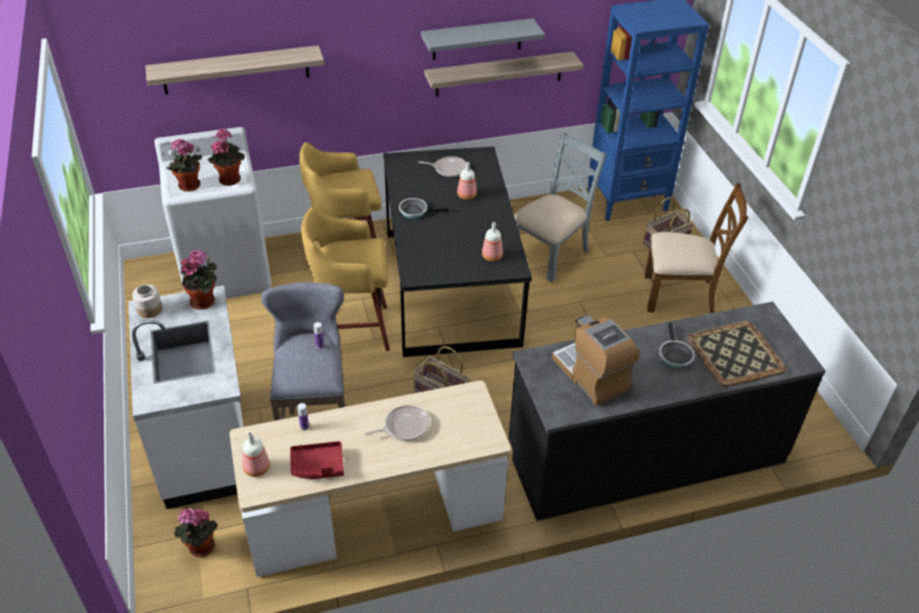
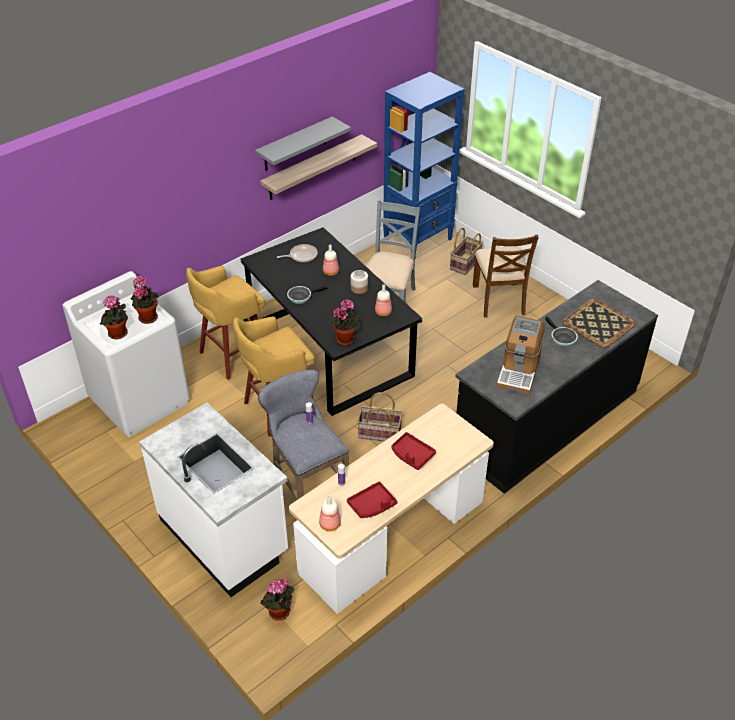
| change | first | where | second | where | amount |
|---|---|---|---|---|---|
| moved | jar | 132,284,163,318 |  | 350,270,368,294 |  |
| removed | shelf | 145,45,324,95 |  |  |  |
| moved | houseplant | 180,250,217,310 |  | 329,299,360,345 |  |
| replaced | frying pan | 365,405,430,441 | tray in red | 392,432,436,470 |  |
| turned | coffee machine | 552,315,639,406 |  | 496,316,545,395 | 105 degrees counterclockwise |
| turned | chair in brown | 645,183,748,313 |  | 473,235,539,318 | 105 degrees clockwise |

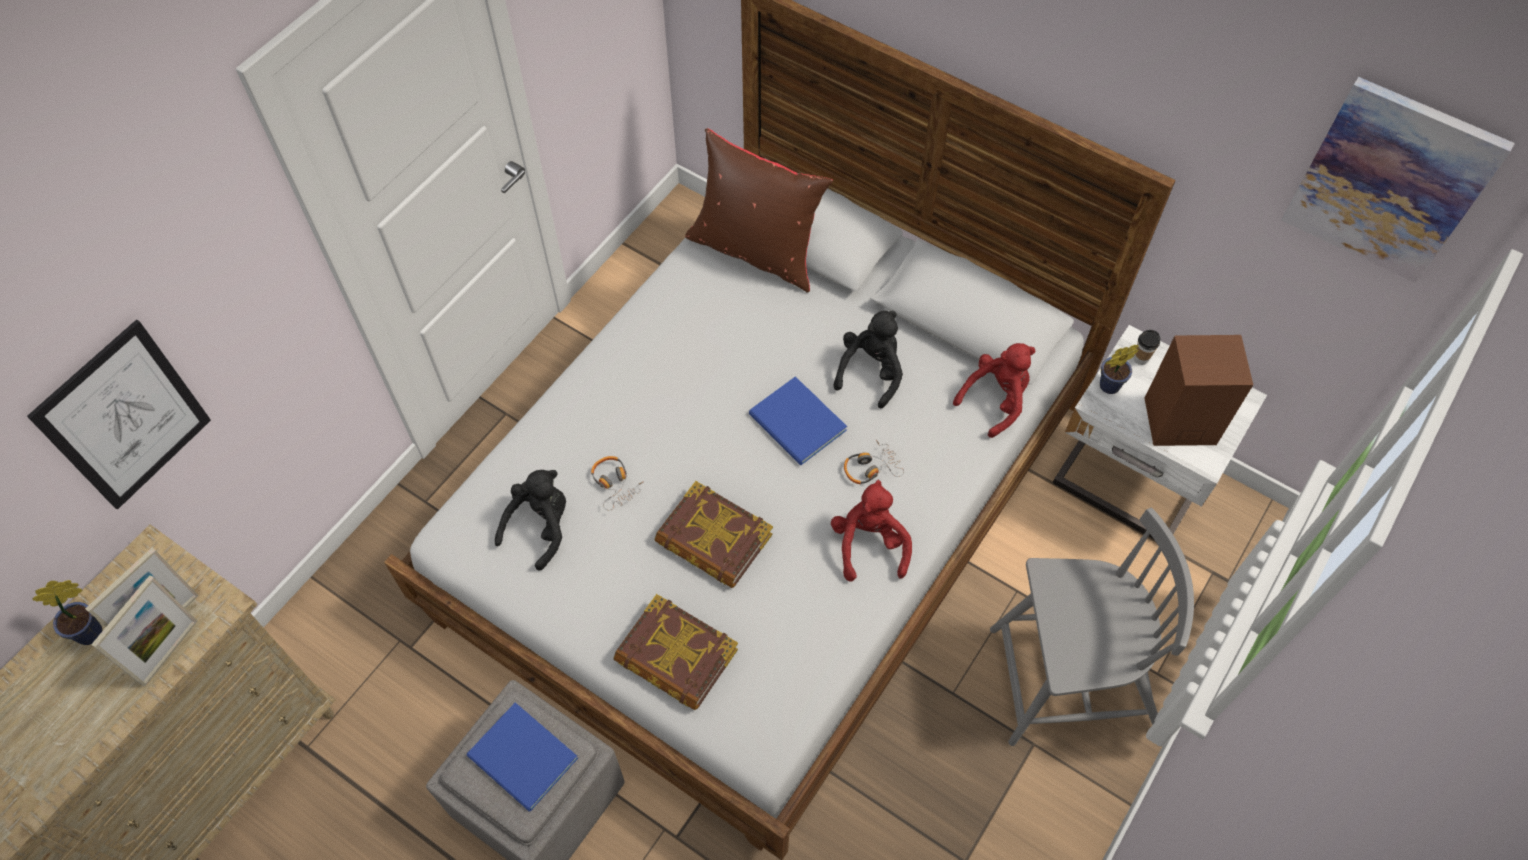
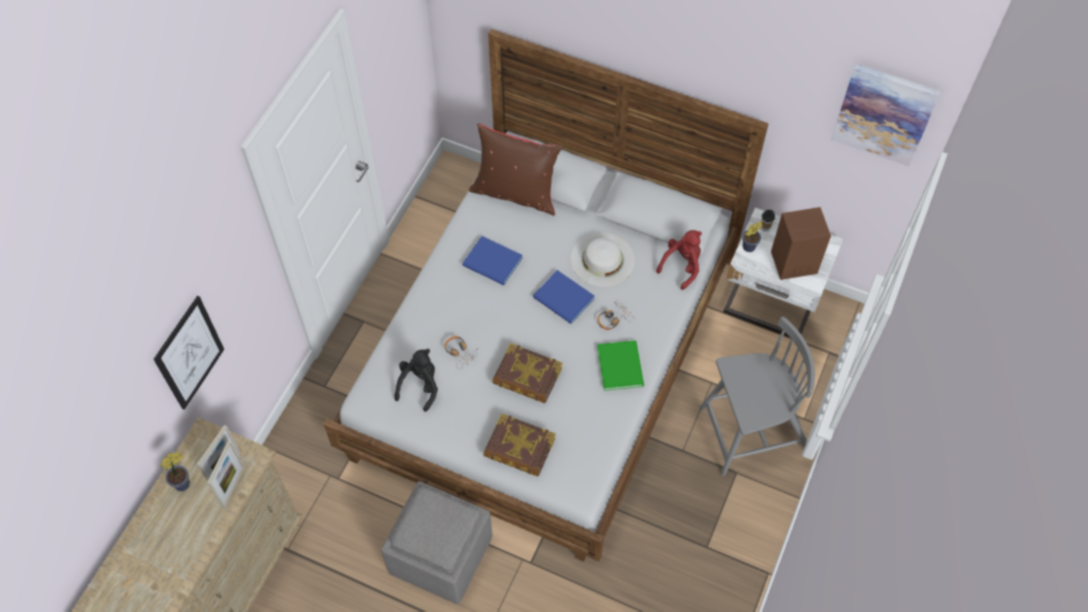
| change | first | where | second | where | amount |
|---|---|---|---|---|---|
| moved | volume in blue | 467,702,578,812 |  | 462,236,523,285 |  |
| replaced | cuddly toy in red | 831,480,912,582 | volume in green-coloured | 597,340,644,391 |  |
| replaced | cuddly toy in black | 834,311,903,409 | wearable hat in white | 571,233,635,287 |  |

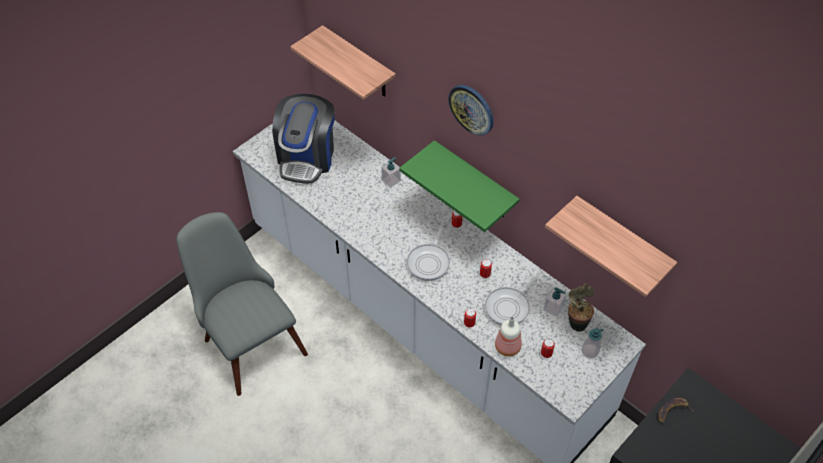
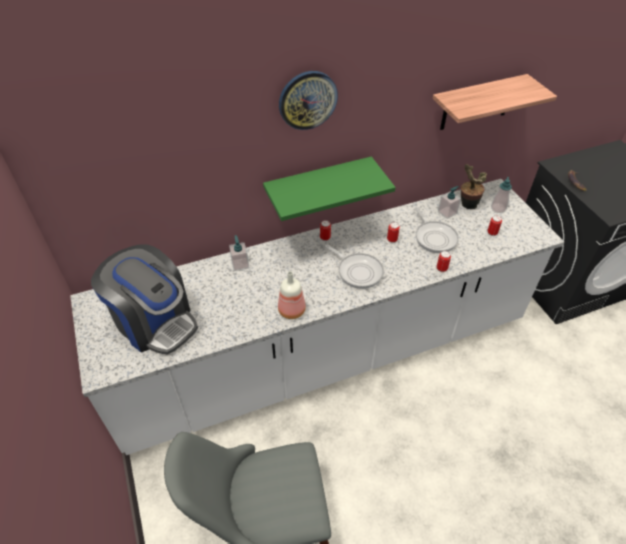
| change | first | where | second | where | amount |
|---|---|---|---|---|---|
| removed | shelf | 290,25,396,100 |  |  |  |
| moved | bottle | 495,316,522,357 |  | 278,271,306,319 |  |

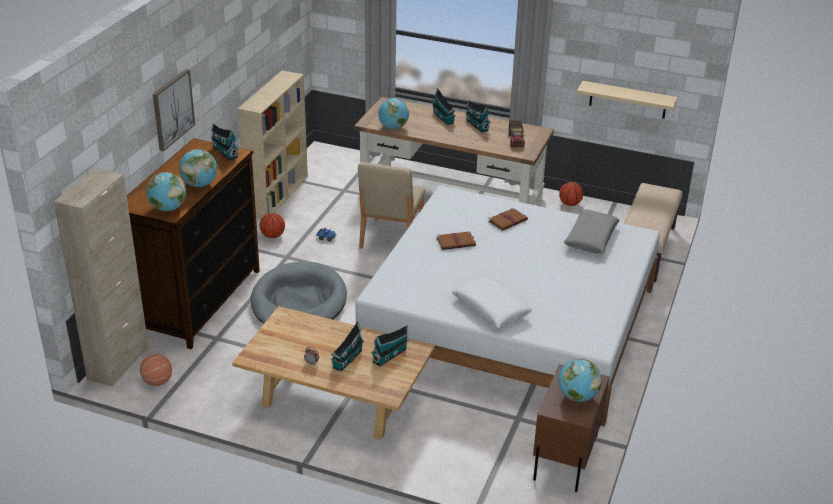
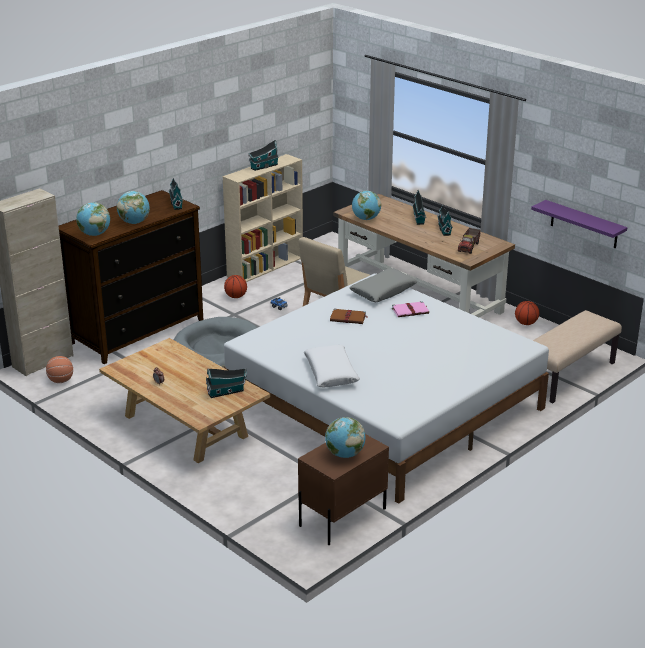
| change | first | where | second | where | amount |
|---|---|---|---|---|---|
| removed | wall art | 153,69,195,151 |  |  |  |
| moved | miniature house | 331,321,364,372 |  | 248,140,279,171 |  |
| recoloured | volume in brown | 488,208,528,231 | volume in pink | 392,301,429,317 |  |
| moved | cushion in greyish | 564,209,620,254 |  | 349,268,417,302 |  |
| recoloured | shelf in beige-coloured | 577,81,678,119 | shelf in purplish | 531,200,628,249 |  |

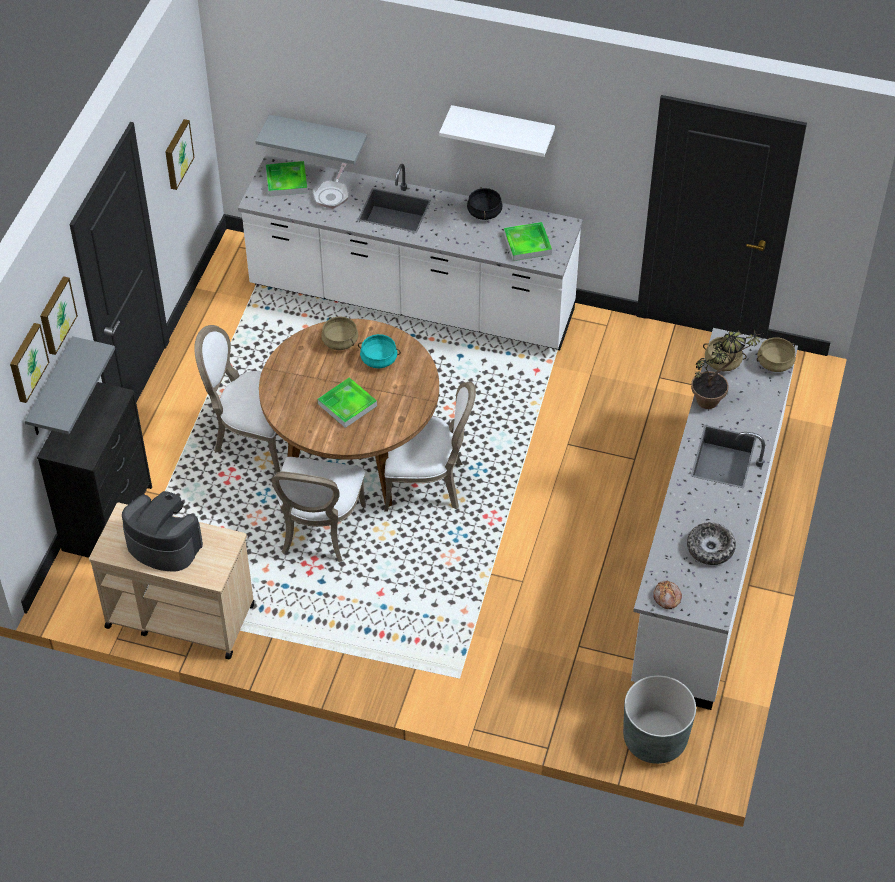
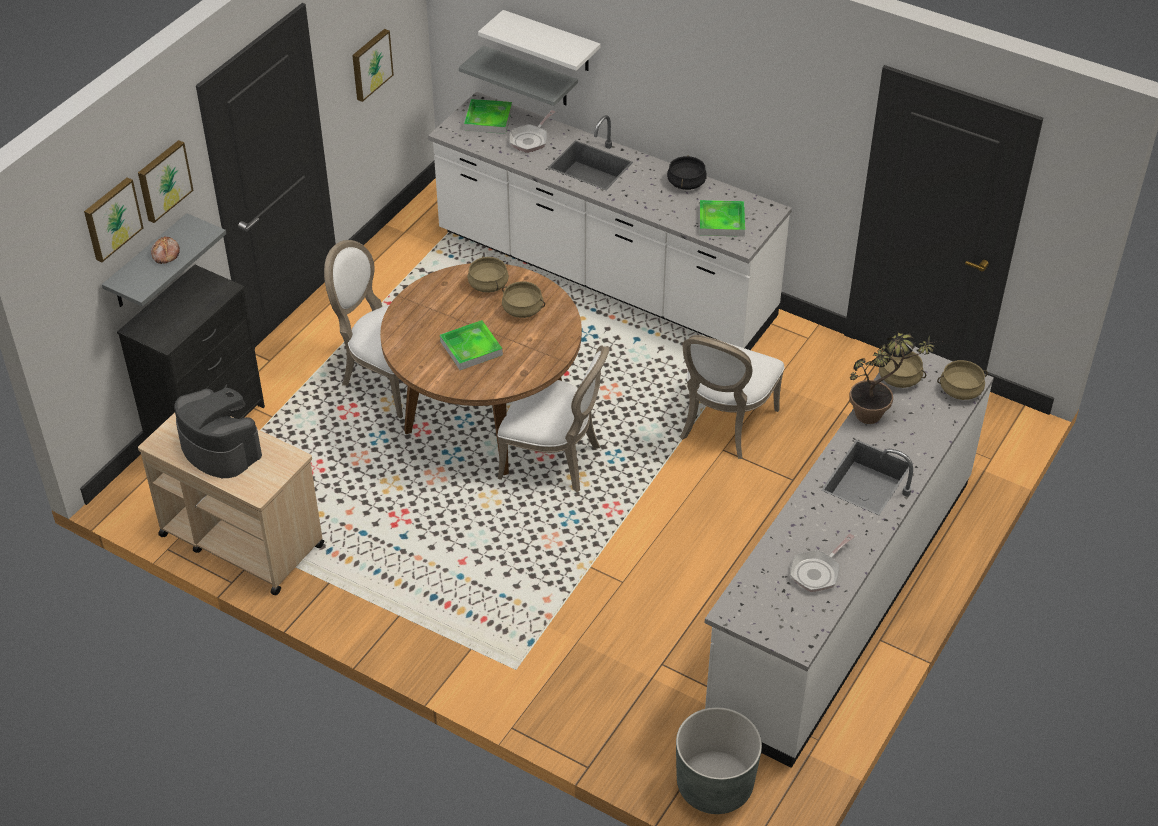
| change | first | where | second | where | amount |
|---|---|---|---|---|---|
| moved | chair in white | 271,457,366,562 |  | 680,335,785,459 |  |
| recoloured | saucepot in turquoise | 358,334,401,368 | saucepot in beige-coloured | 502,281,545,318 |  |
| moved | shelf in white | 439,105,555,157 |  | 478,10,601,71 |  |
| moved | bakery bread | 653,581,682,609 |  | 151,236,180,264 |  |
| replaced | bowl | 687,522,736,565 | frying pan | 790,534,854,592 |  |

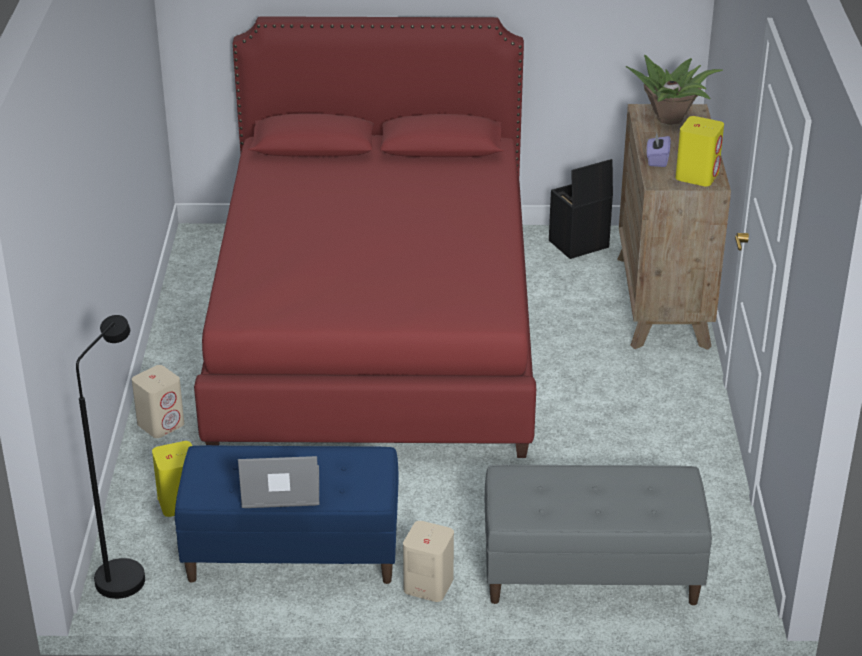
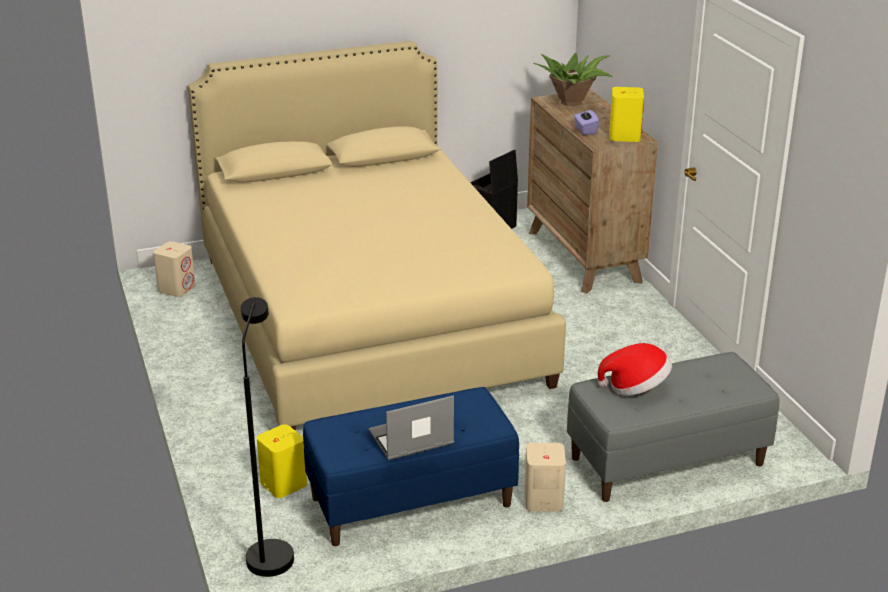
| change | first | where | second | where | amount |
|---|---|---|---|---|---|
| moved | audio speaker in beige-coloured | 132,365,184,438 |  | 153,241,196,297 |  |
| recoloured | bedroom bed in red | 194,16,536,458 | bedroom bed in beige-coloured | 188,41,566,431 |  |
| added |  |  | wearable hat | 598,343,672,396 |  |

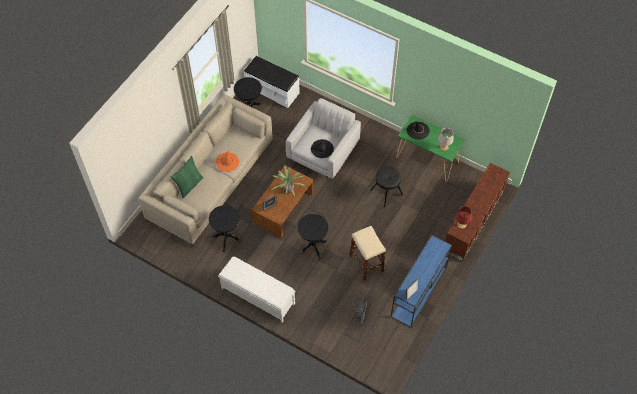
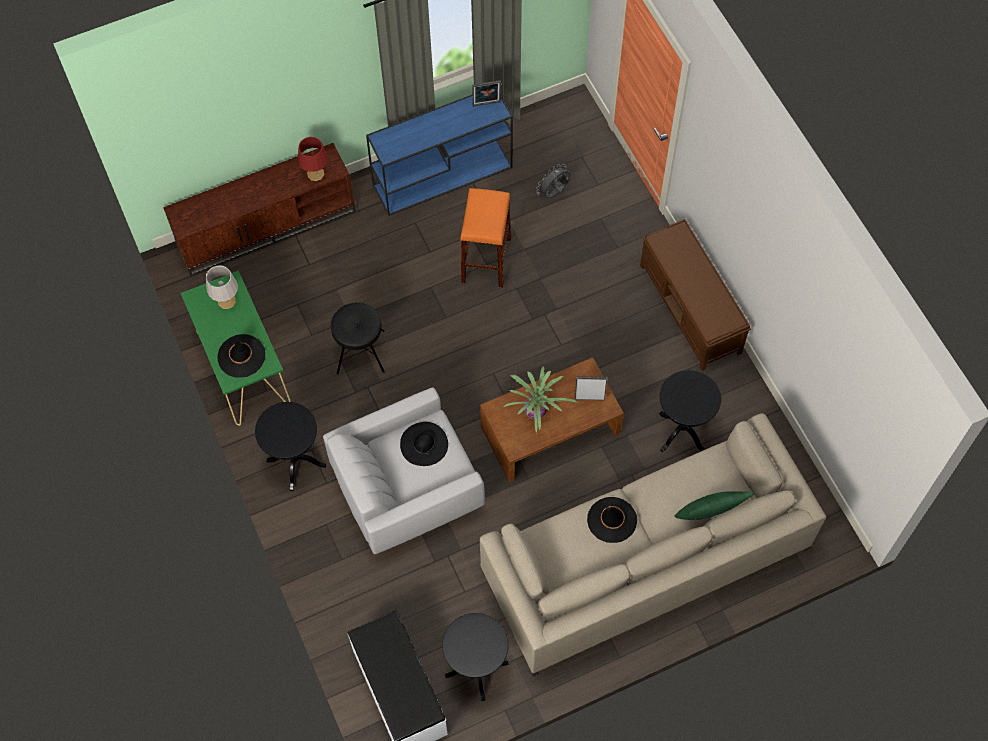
| change | first | where | second | where | amount |
|---|---|---|---|---|---|
| recoloured | wearable hat in orange | 216,150,239,172 | wearable hat in black | 587,497,637,543 |  |
| recoloured | indoor bench in white | 218,257,295,323 | indoor bench in brown | 640,219,751,371 |  |
| moved | accent table in black | 298,214,328,260 |  | 255,402,326,491 |  |
| recoloured | sitting stool in beige-coloured | 349,226,386,281 | sitting stool in orange | 460,188,511,287 |  |

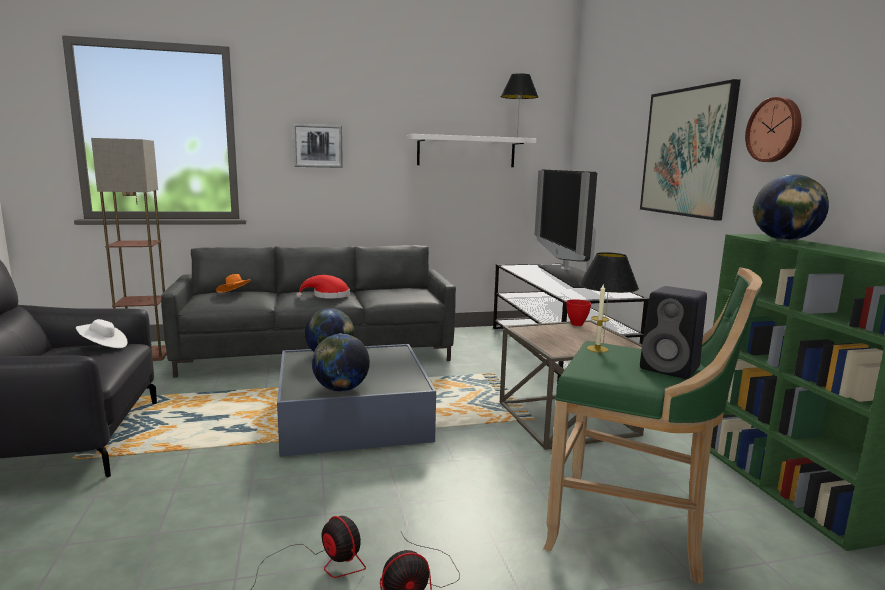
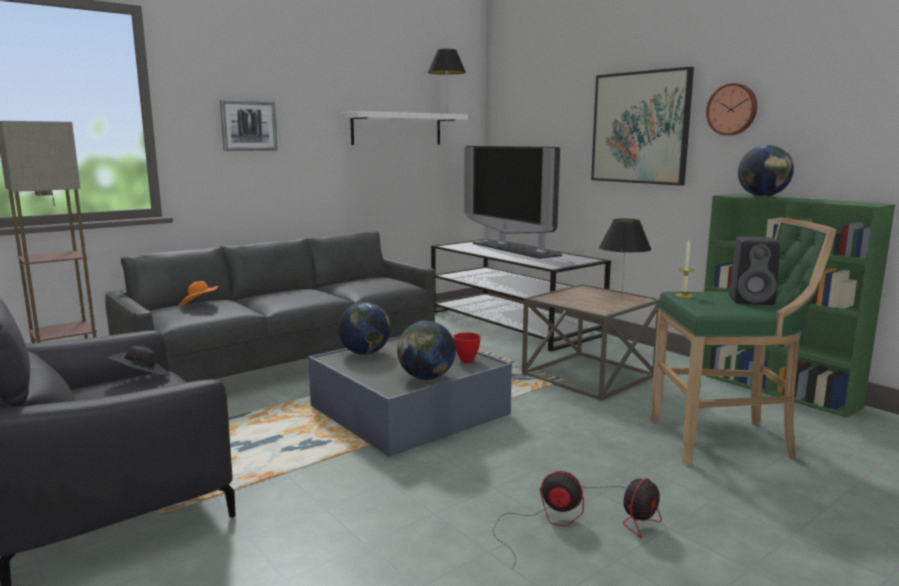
| change | first | where | second | where | amount |
|---|---|---|---|---|---|
| recoloured | wearable hat in white | 76,319,128,348 | wearable hat in black | 107,346,171,376 |  |
| removed | wearable hat in red | 296,275,350,299 |  |  |  |
| moved | bowl in red | 566,299,591,326 |  | 453,332,481,363 |  |

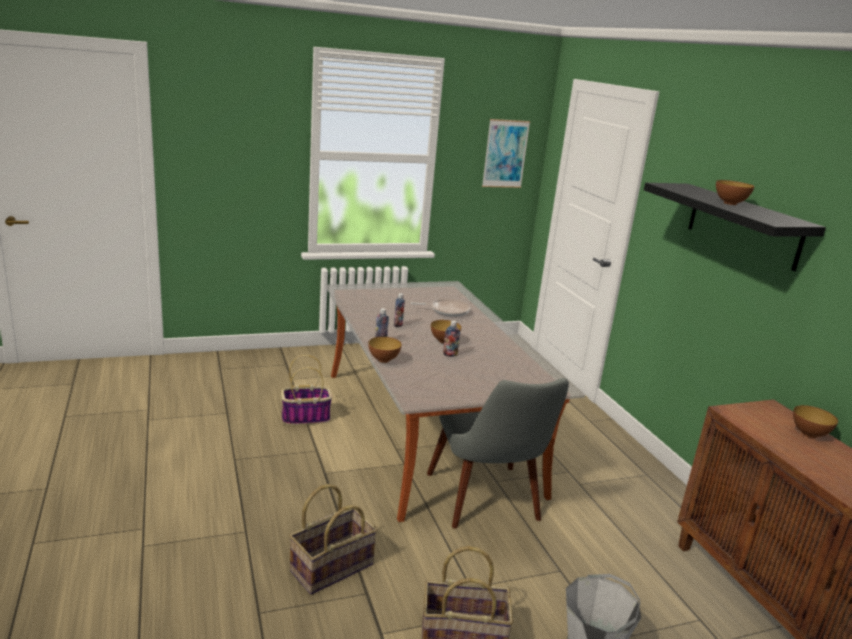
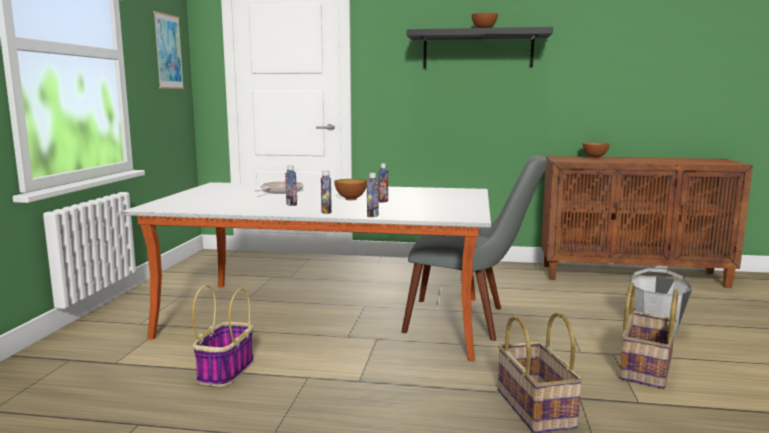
| change | first | where | second | where | amount |
|---|---|---|---|---|---|
| replaced | bowl | 368,337,402,363 | bottle | 367,173,379,217 |  |

